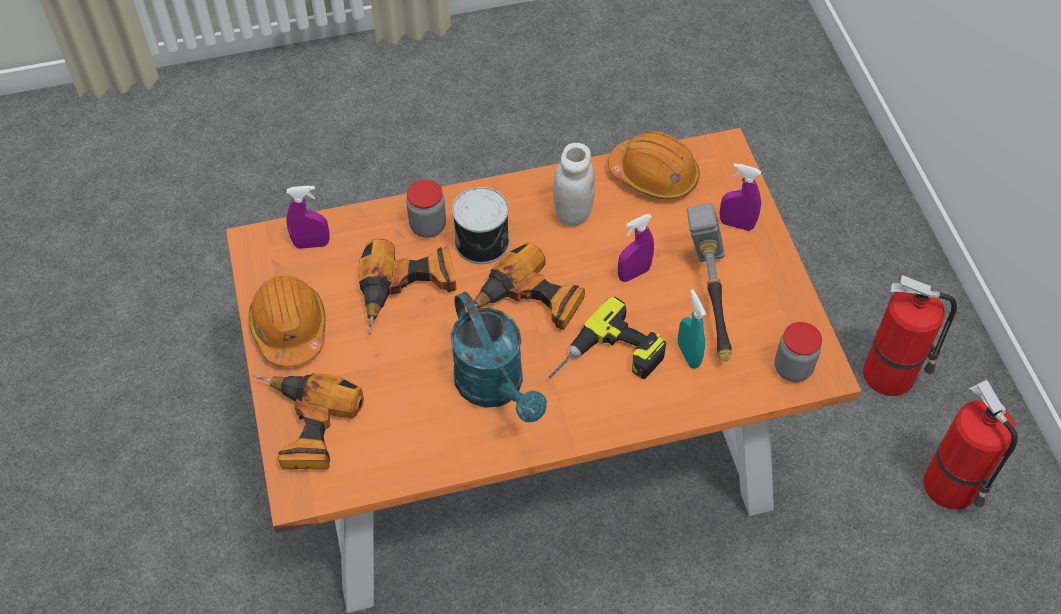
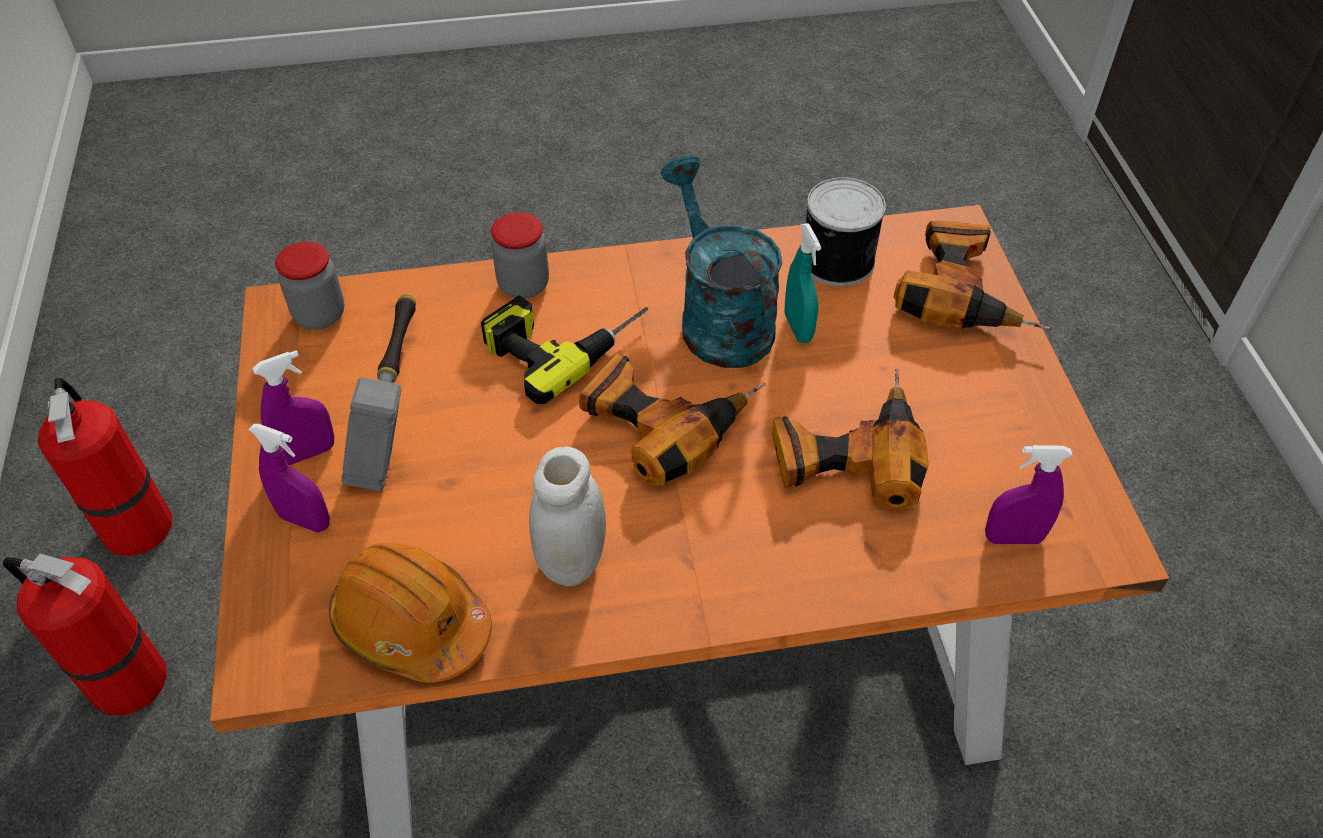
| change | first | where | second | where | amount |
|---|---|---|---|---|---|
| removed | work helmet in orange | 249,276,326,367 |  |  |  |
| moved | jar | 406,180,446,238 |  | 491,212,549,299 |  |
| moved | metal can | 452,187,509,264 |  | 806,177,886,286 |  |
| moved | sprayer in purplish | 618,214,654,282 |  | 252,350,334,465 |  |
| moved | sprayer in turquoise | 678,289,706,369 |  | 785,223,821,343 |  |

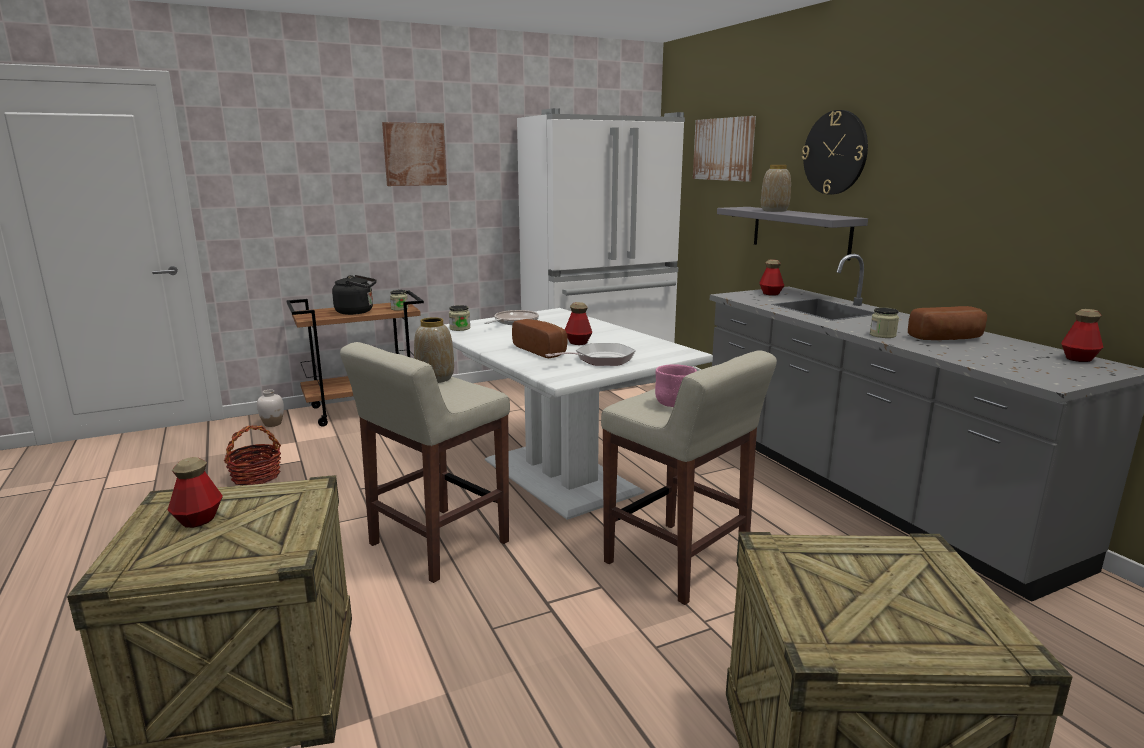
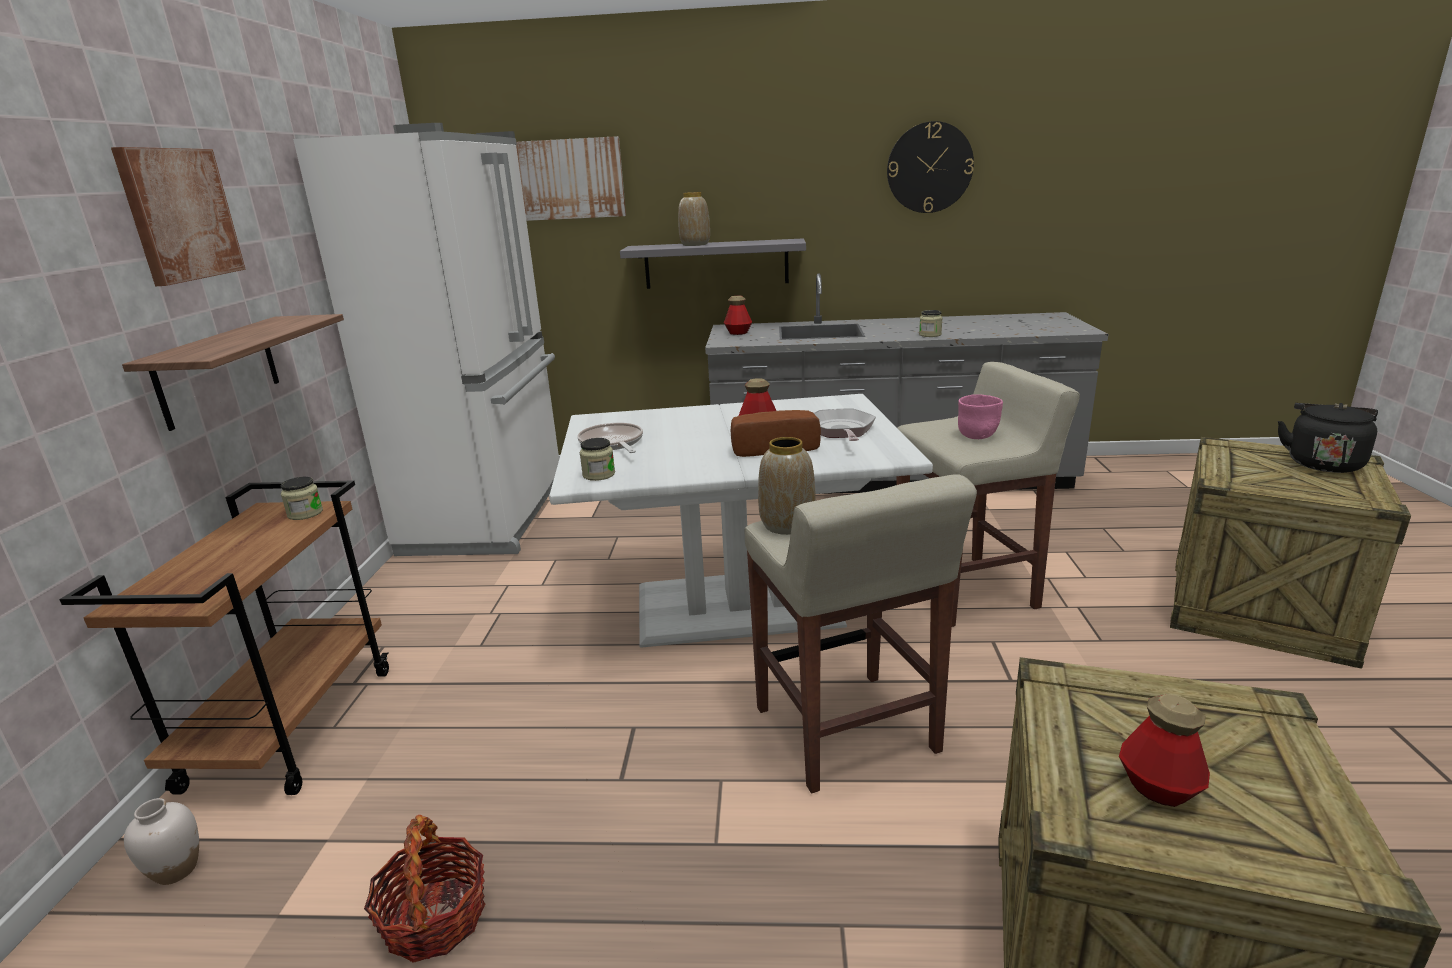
| change | first | where | second | where | amount |
|---|---|---|---|---|---|
| moved | water kettle in black | 332,275,377,315 |  | 1278,403,1378,473 |  |
| moved | clock on the wall | 802,110,868,195 |  | 887,121,974,213 |  |
| removed | bakery bread | 908,306,987,340 |  |  |  |
| removed | bottle | 1061,309,1103,362 |  |  |  |
| added |  |  | shelf | 122,314,344,431 |  |

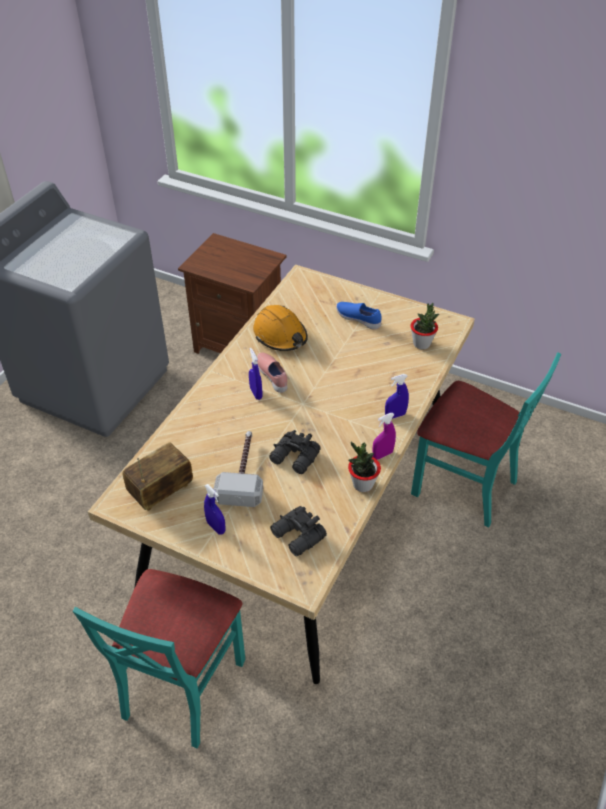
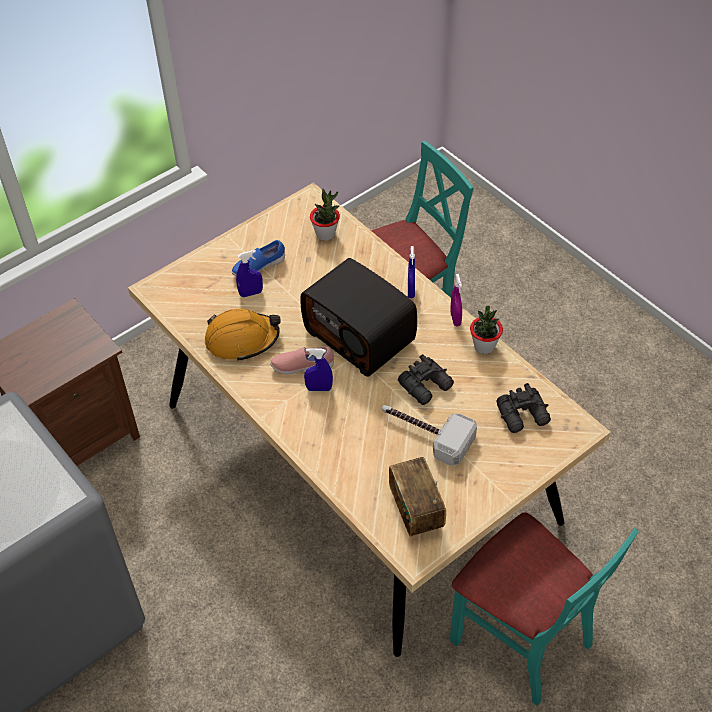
| change | first | where | second | where | amount |
|---|---|---|---|---|---|
| moved | sprayer in blue | 204,484,226,535 |  | 236,250,263,297 |  |
| added |  |  | radio receiver | 300,258,417,377 |  |

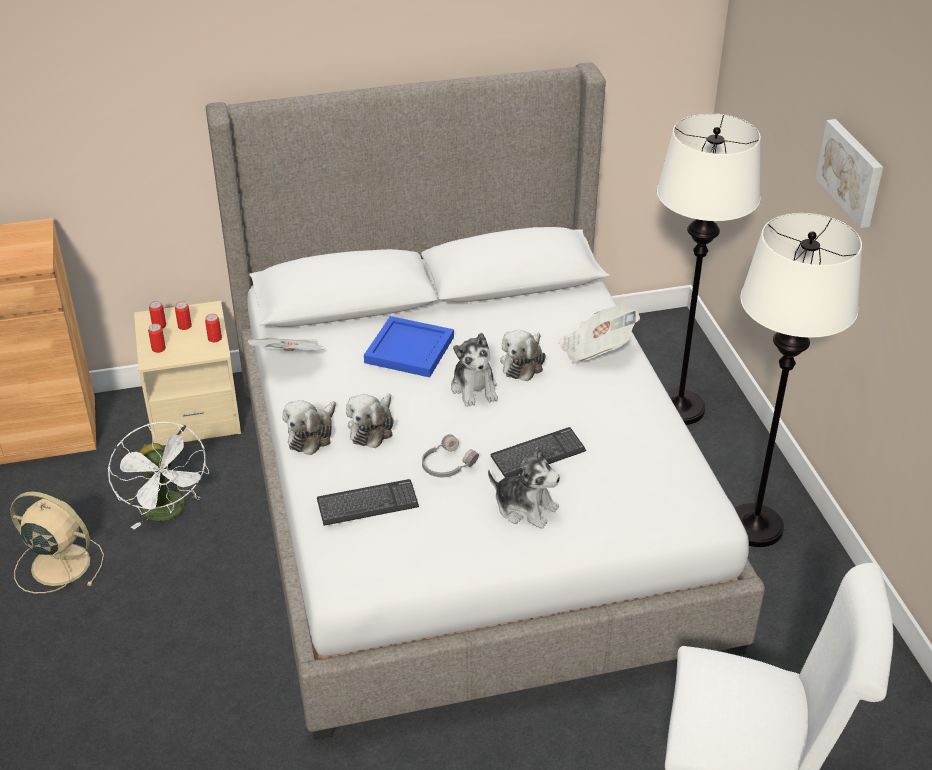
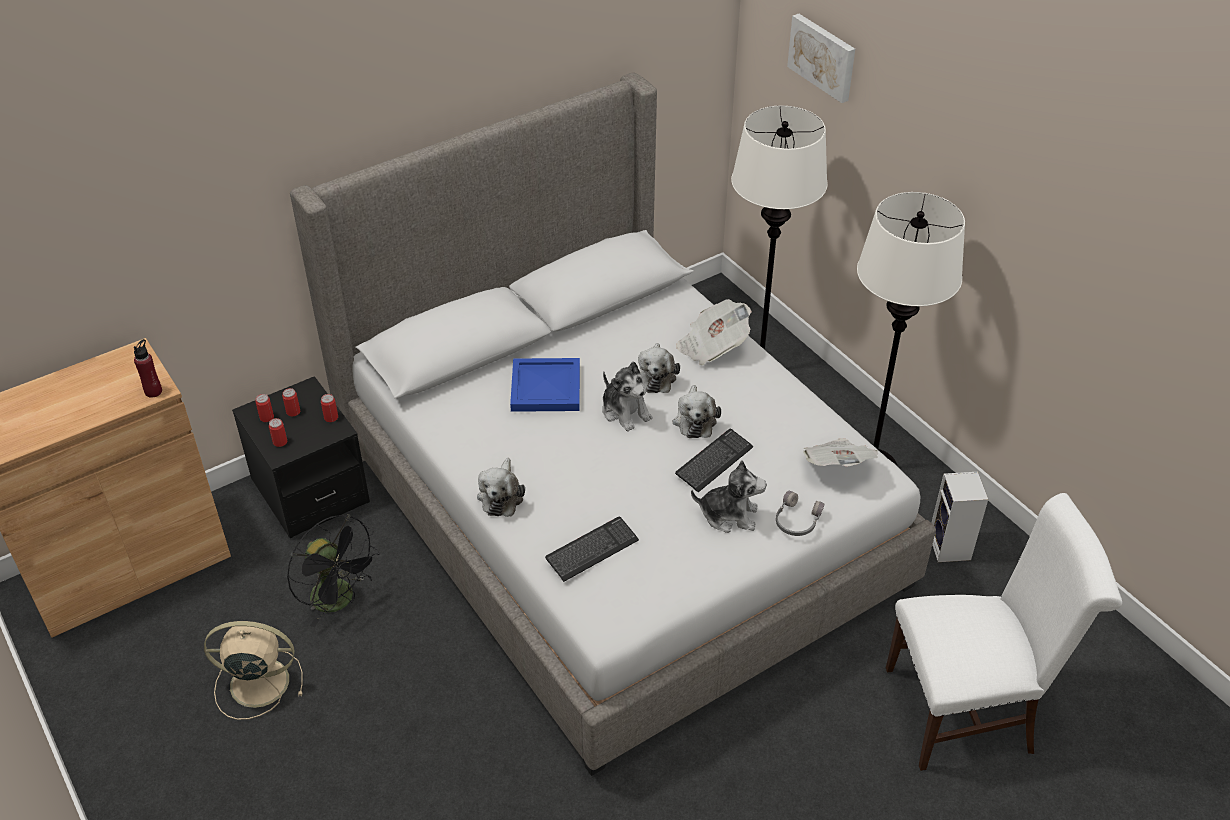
| change | first | where | second | where | amount |
|---|---|---|---|---|---|
| recoloured | electric fan in white | 108,422,209,529 | electric fan in black | 287,514,380,627 |  |
| recoloured | nightstand in beige-coloured | 134,301,241,445 | nightstand in black | 232,376,370,538 |  |
| moved | daily paper | 248,338,324,351 |  | 803,438,878,467 |  |
| moved | cuddly toy | 346,394,394,448 |  | 673,385,721,438 |  |
| moved | headset in greyish | 422,434,479,477 |  | 776,491,824,536 |  |
| moved | wall art | 816,119,883,228 |  | 787,14,855,103 |  |
| added |  |  | bottle in red | 134,339,162,398 |  |
| added |  |  | audio speaker | 931,472,988,562 |  |

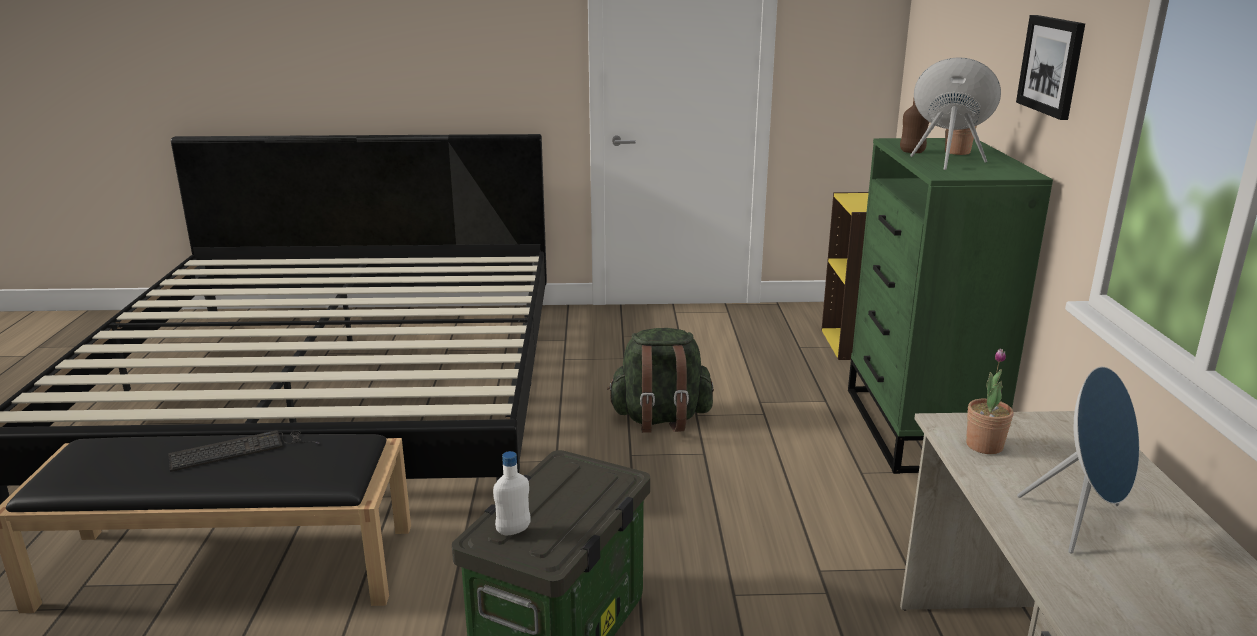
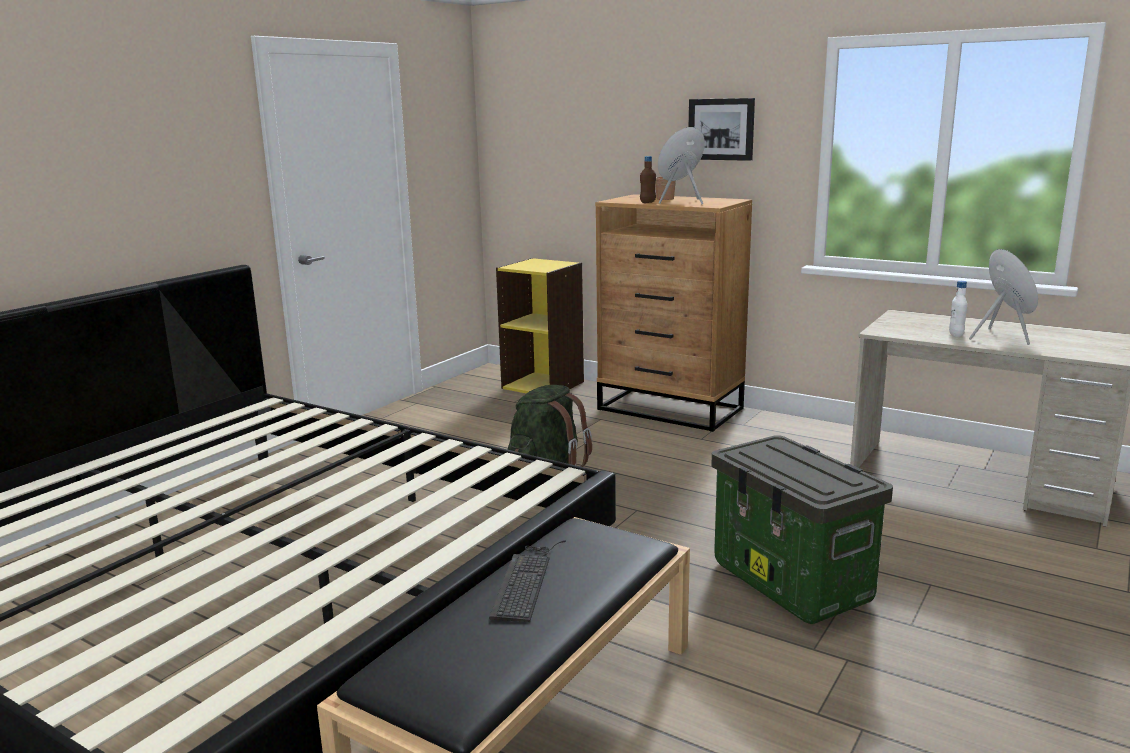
| change | first | where | second | where | amount |
|---|---|---|---|---|---|
| moved | bottle in white | 493,451,531,535 |  | 949,281,967,337 |  |
| recoloured | chest of drawers in green-coloured | 848,138,1053,474 | chest of drawers in brown | 595,194,752,432 |  |
| removed | houseplant | 966,349,1013,454 |  |  |  |

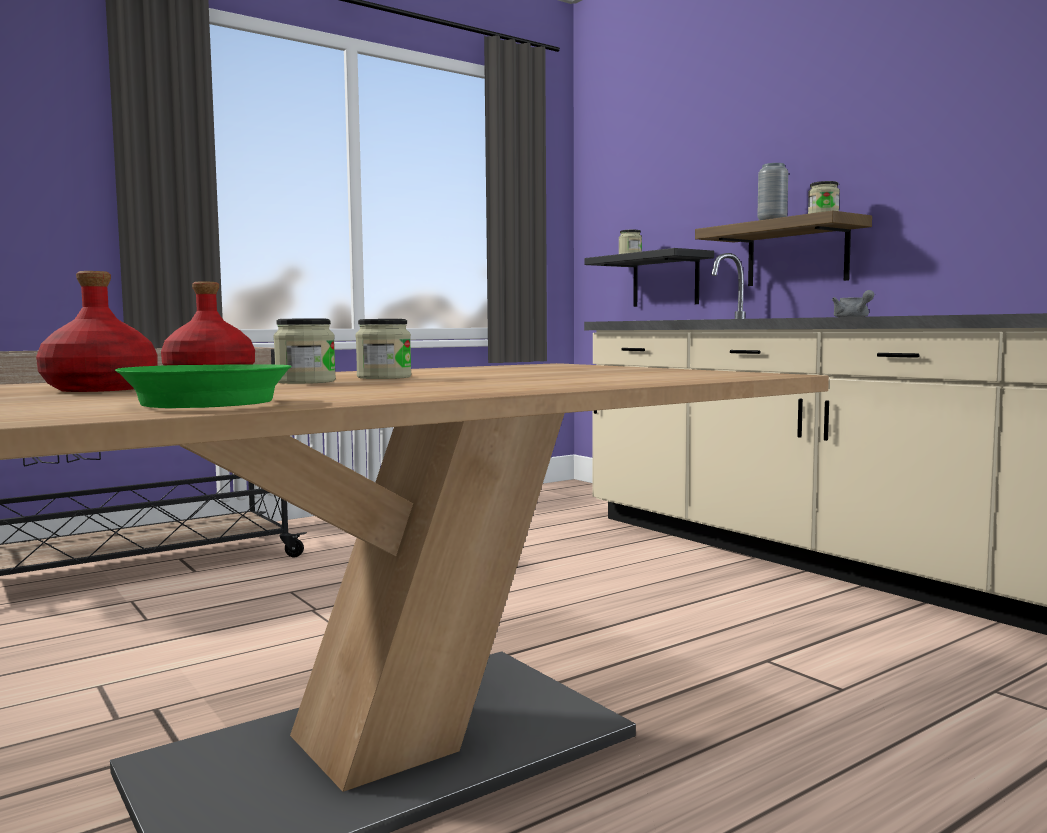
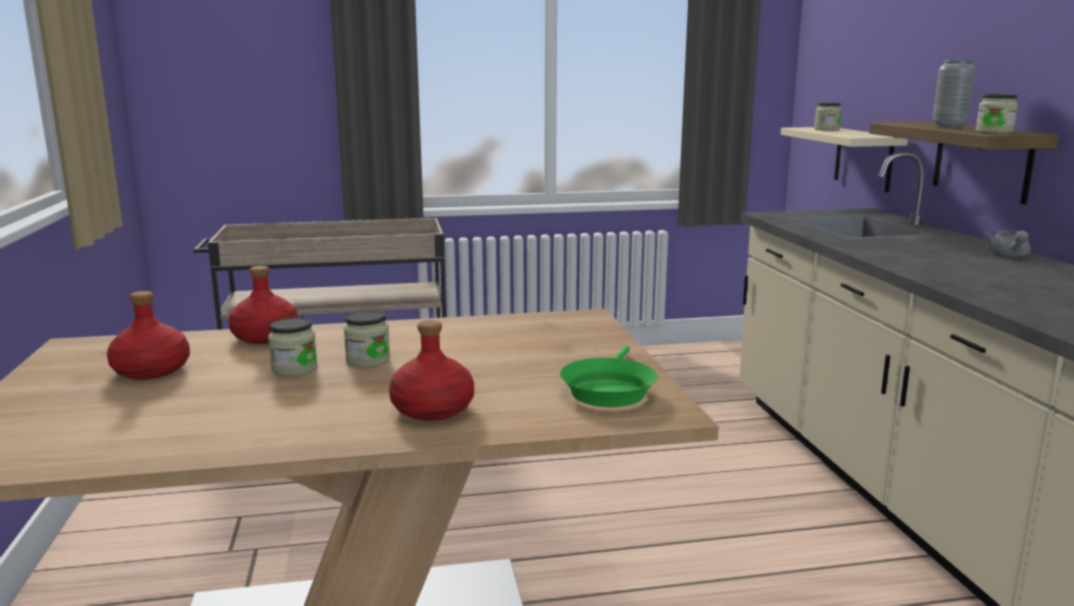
| change | first | where | second | where | amount |
|---|---|---|---|---|---|
| moved | frying pan in green-coloured | 115,364,292,408 |  | 560,346,658,407 |  |
| recoloured | shelf in black | 584,248,714,307 | shelf in beige-coloured | 781,127,908,192 |  |
| added |  |  | bottle in red | 389,320,474,421 |  |

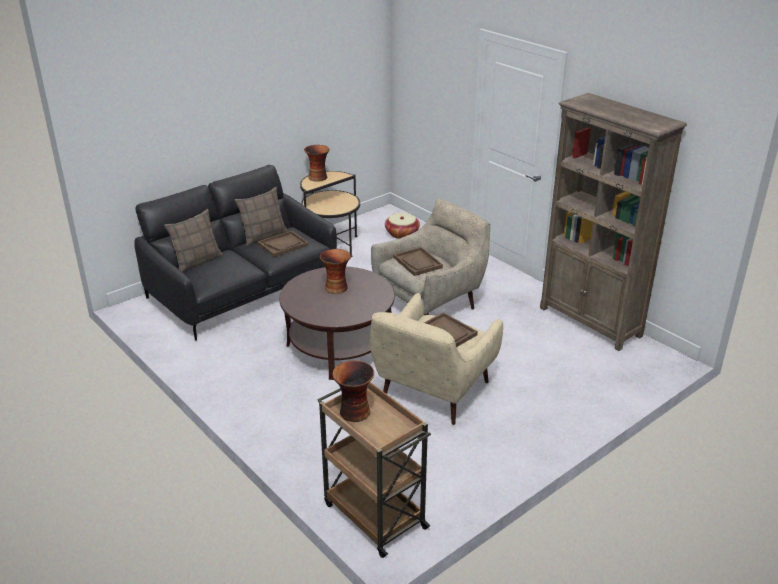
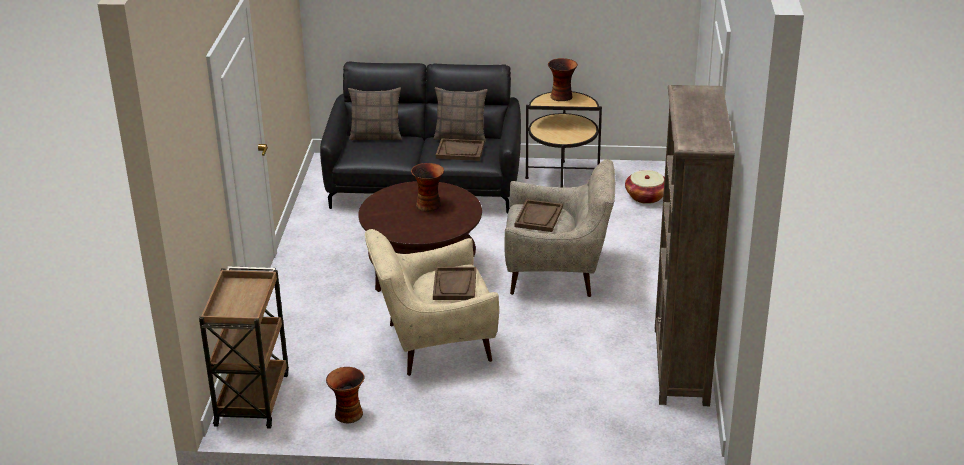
| change | first | where | second | where | amount |
|---|---|---|---|---|---|
| moved | decorative vase | 332,360,374,422 |  | 326,367,364,423 |  |

